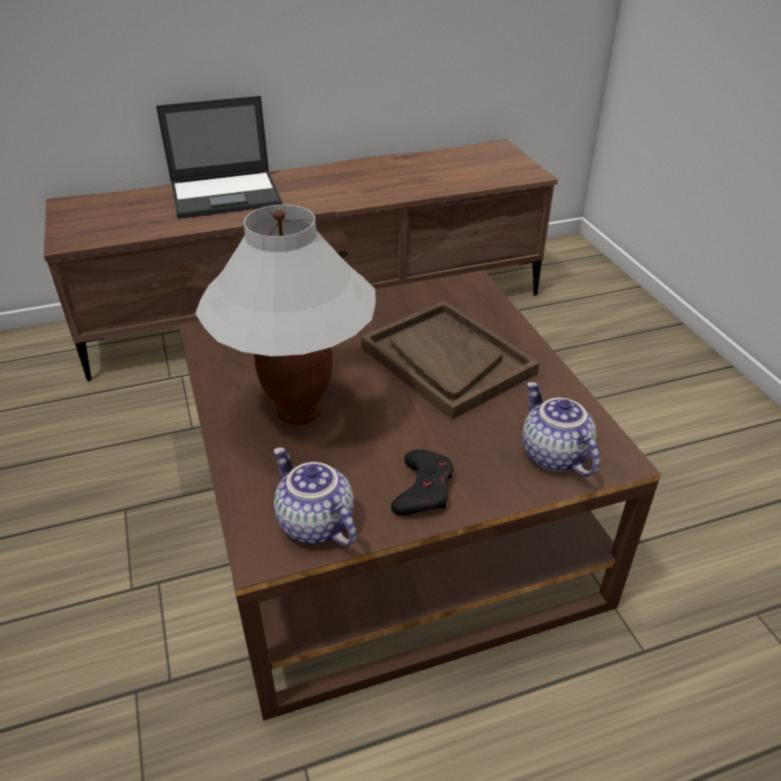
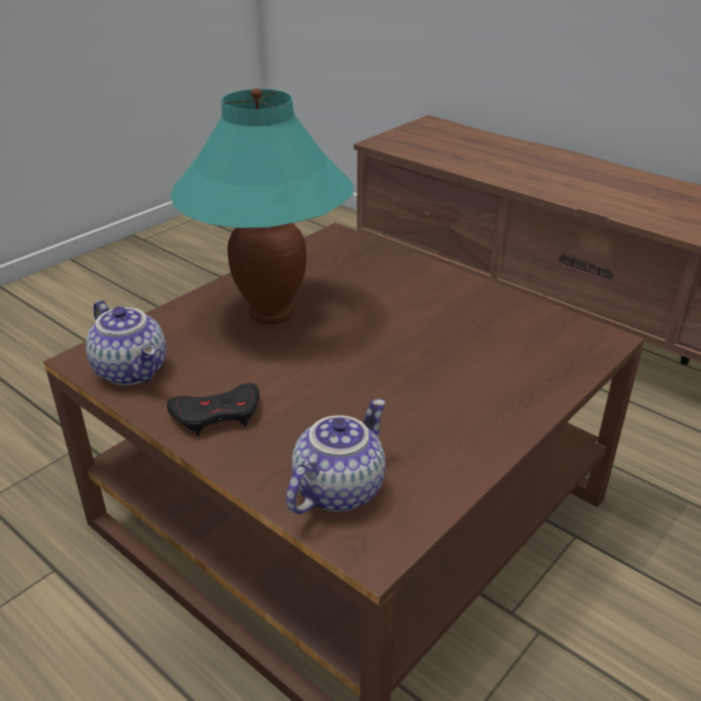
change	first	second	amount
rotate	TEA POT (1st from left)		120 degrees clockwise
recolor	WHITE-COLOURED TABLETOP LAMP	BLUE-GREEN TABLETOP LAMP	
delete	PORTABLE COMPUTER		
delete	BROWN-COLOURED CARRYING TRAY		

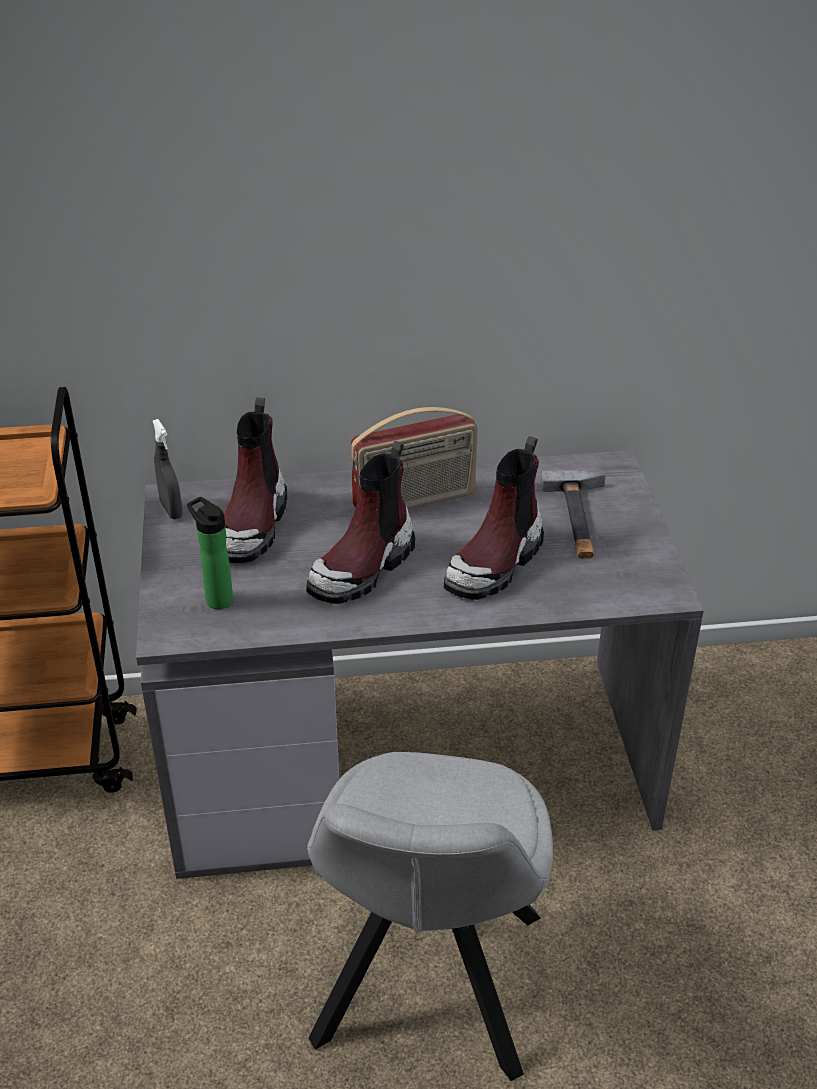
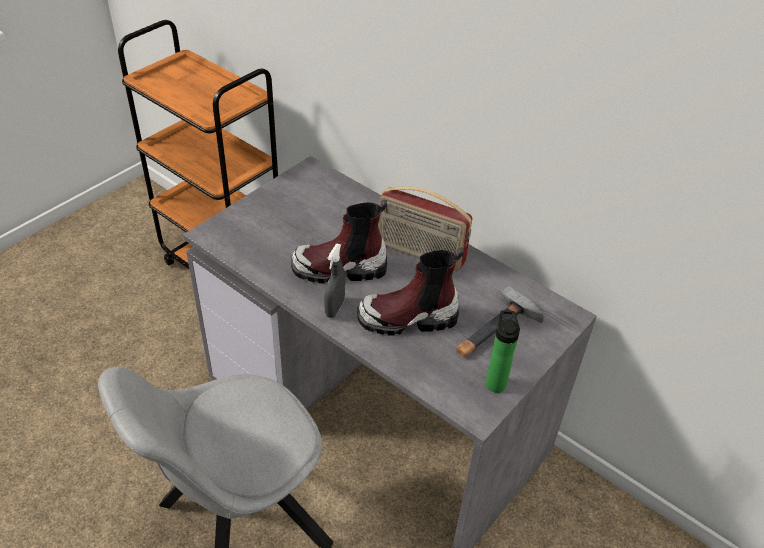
change	first	second	amount
move	GREYISH SPRAYER		
move	DRINK BOTTLE		
delete	TALL BOOT (1st from left)		

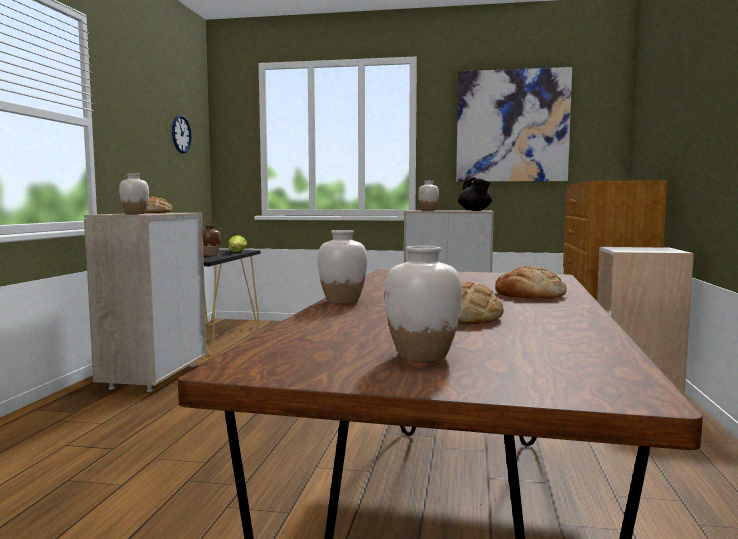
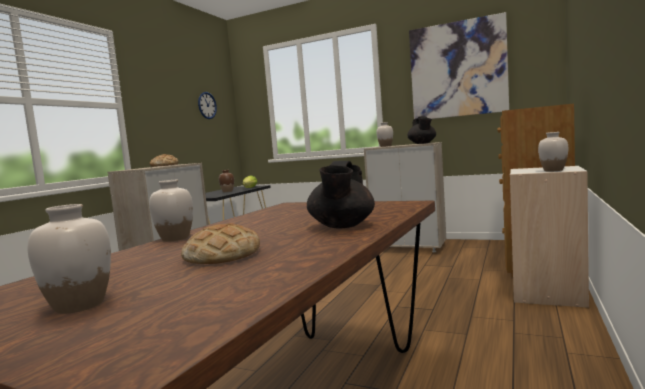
change	first	second	amount
replace	BAKED BREAD (3rd from left)	BLACK TEA POT (1st from left)	
move	WHITE-COLOURED FLOWER VASE (1st from left in the first image)	WHITE-COLOURED FLOWER VASE (4th from left)	

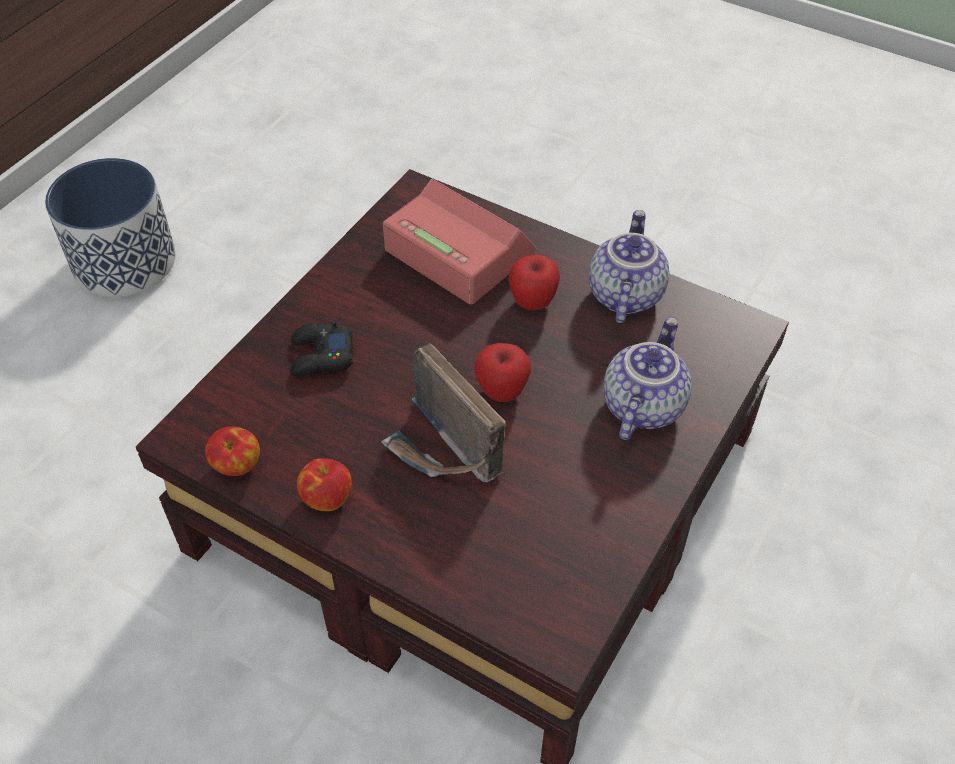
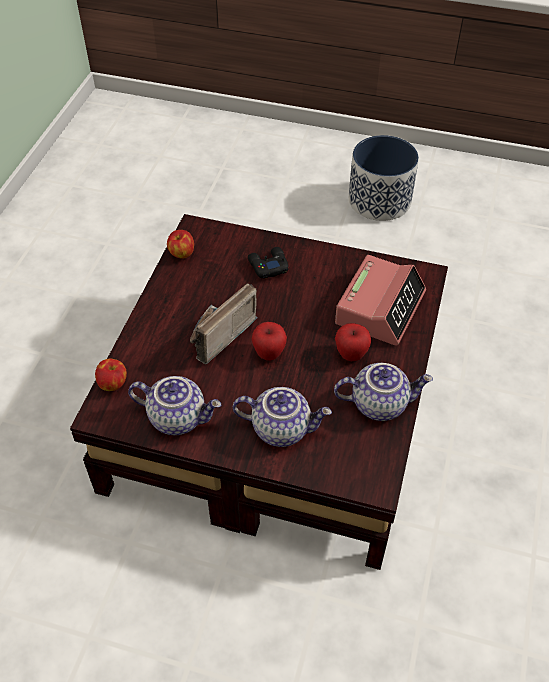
change	first	second	amount
move	APPLE FRUIT (2nd from left in the first image)	APPLE FRUIT (1st from left)	
insert		TEA POT (1st from left)	

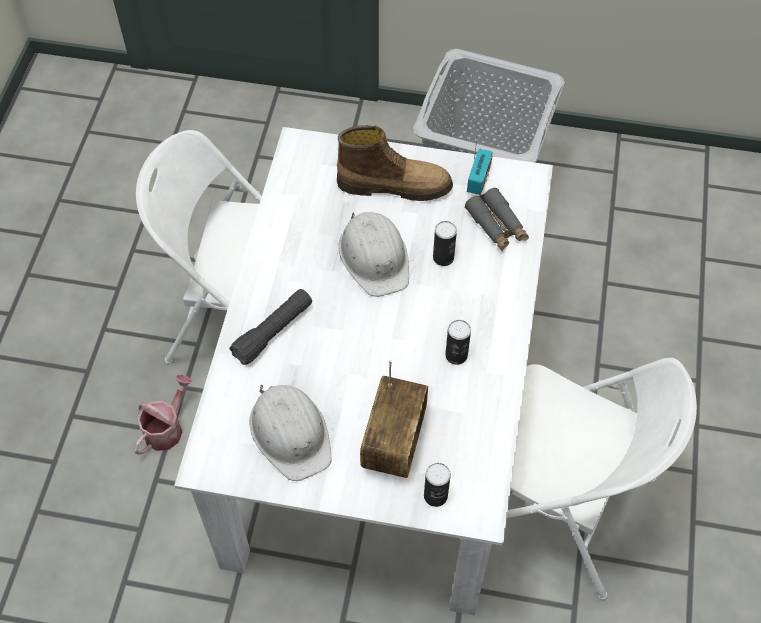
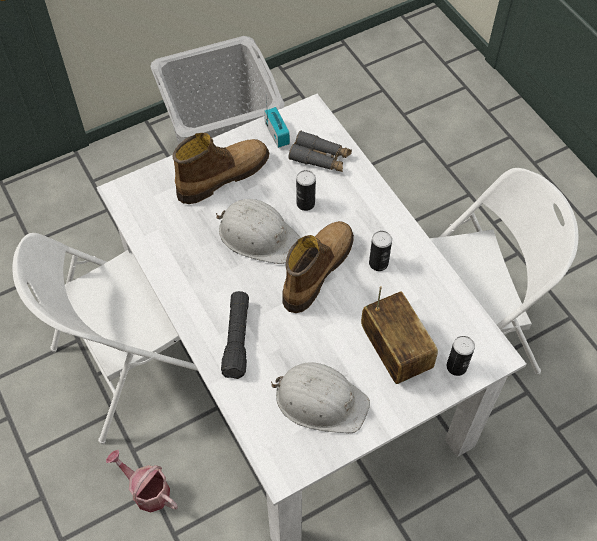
change	first	second	amount
rotate	SPRINKLING CAN		45 degrees counterclockwise
insert		TALL BOOT (2nd from left)	

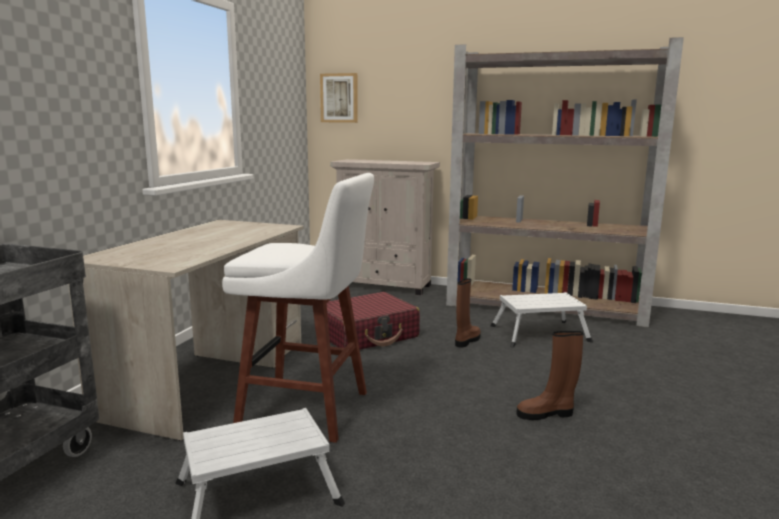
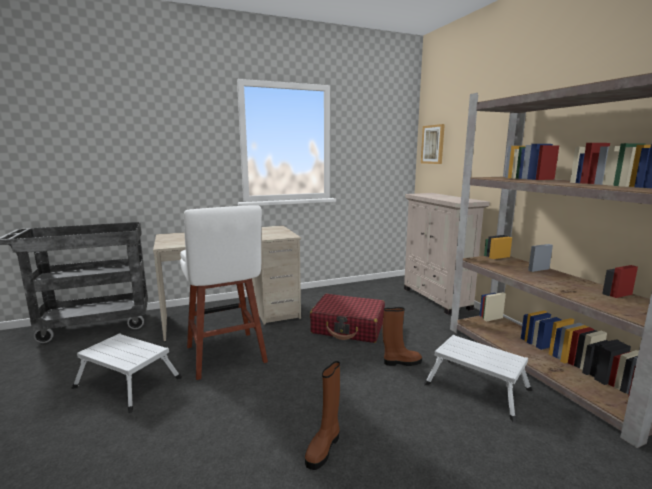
change	first	second	amount
rotate	BROWN-COLOURED TALL BOOT (2nd from left in the first image)	BROWN-COLOURED TALL BOOT (1st from left)	105 degrees counterclockwise

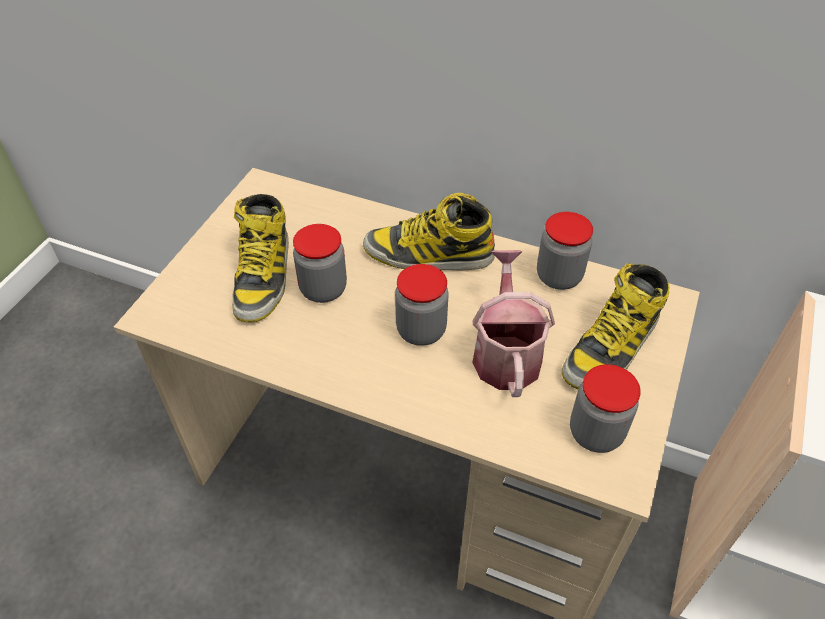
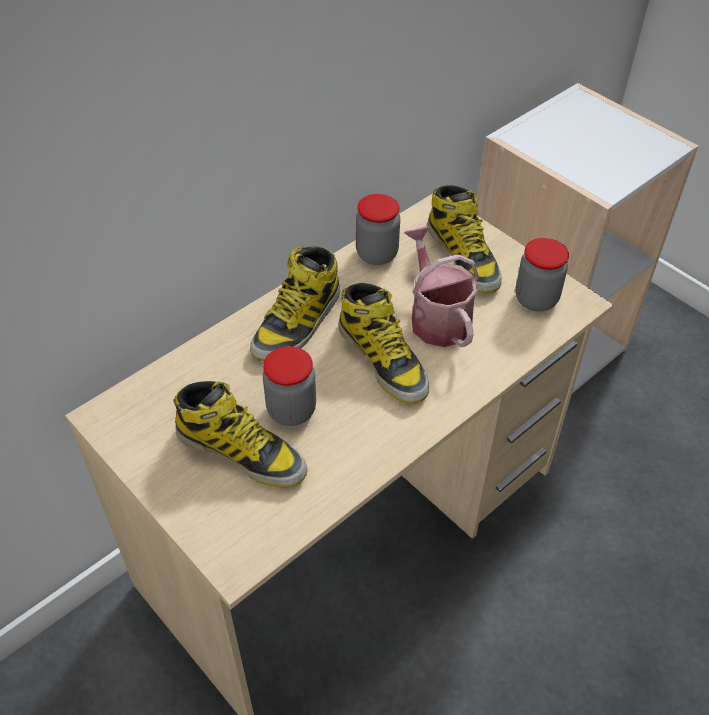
change	first	second	amount
replace	PRESERVE JAR (2nd from left)	TALL BOOT (3rd from left)	
rotate	SPRINKLING CAN		45 degrees clockwise

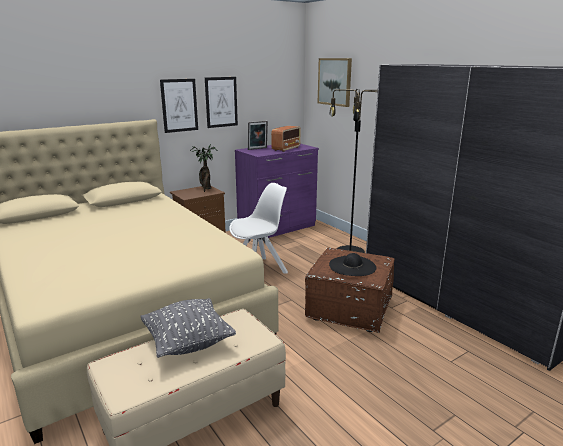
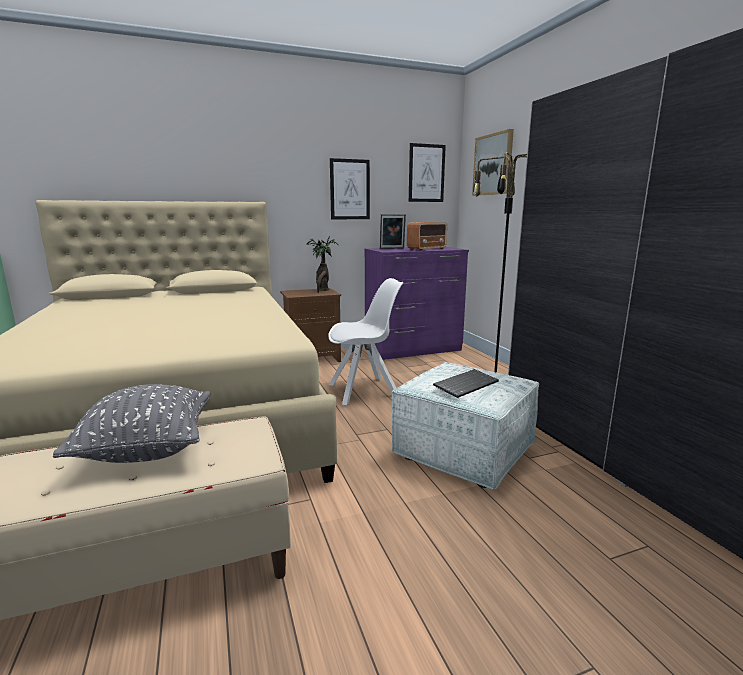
change	first	second	amount
recolor	BROWN-COLOURED FOOTREST	WHITE-COLOURED FOOTREST	
move	WALL ART (1st from left in the first image)	WALL ART (2nd from left)	
replace	BLACK WEARABLE HAT	KEYBOARD	

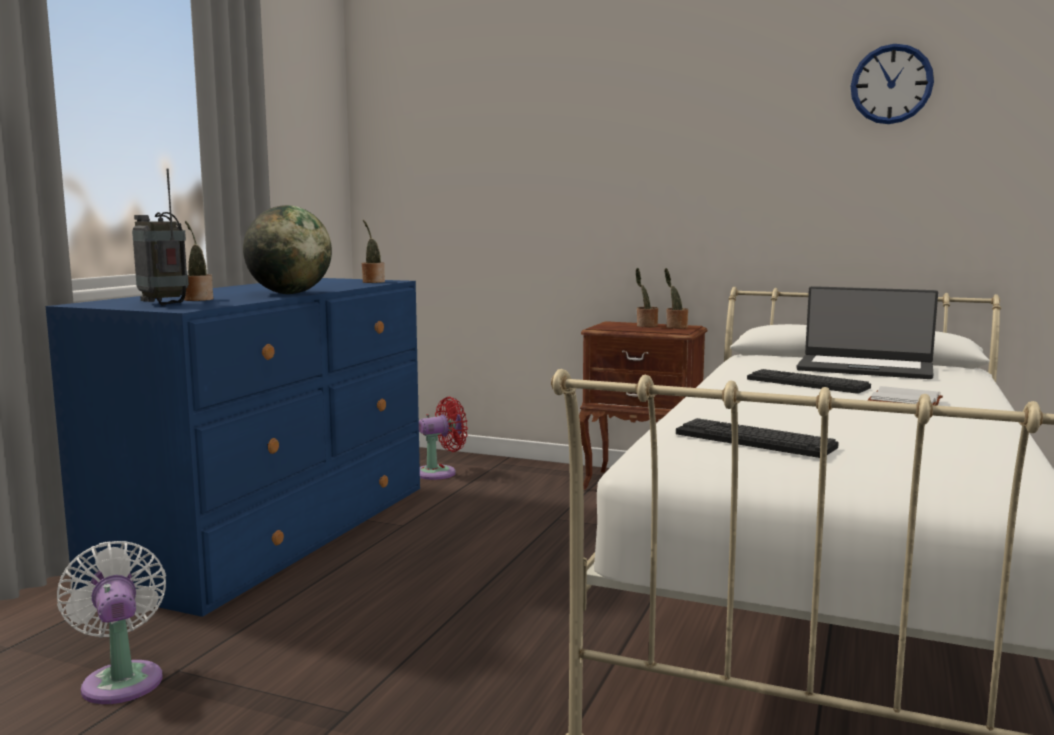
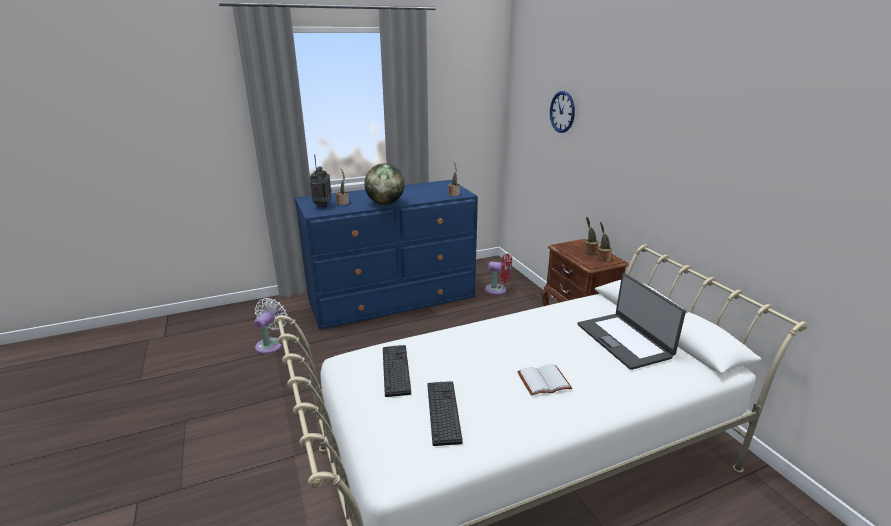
change	first	second	amount
move	KEYBOARD (2nd from left)		
move	HANGING CLOCK		

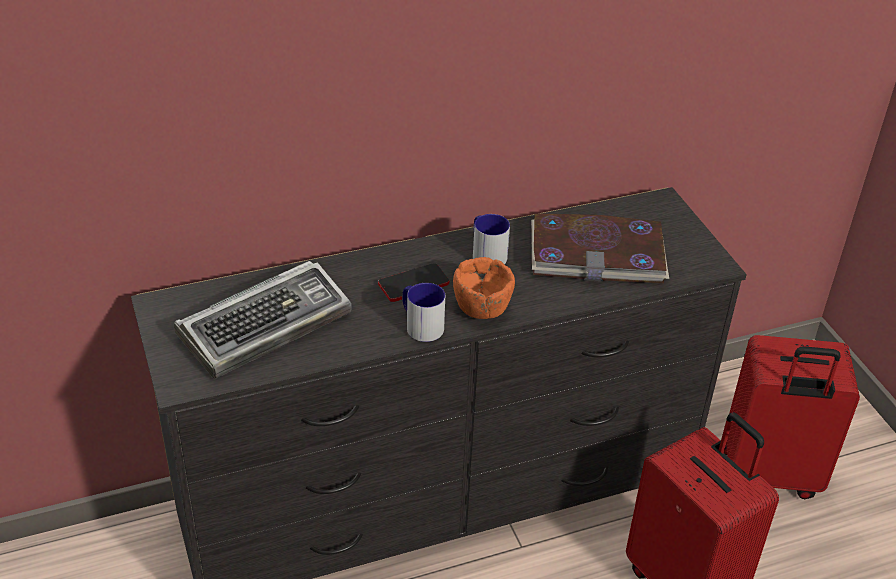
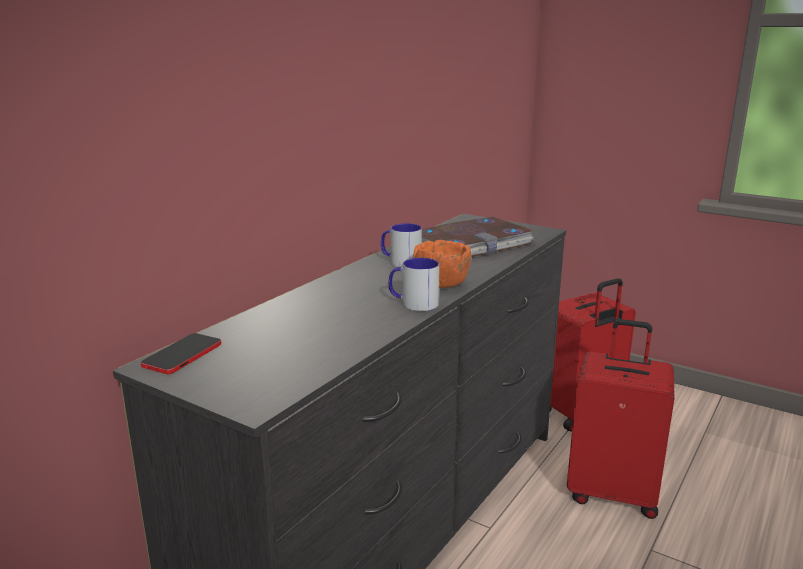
change	first	second	amount
move	HANDSET		
delete	KEYBOARD		

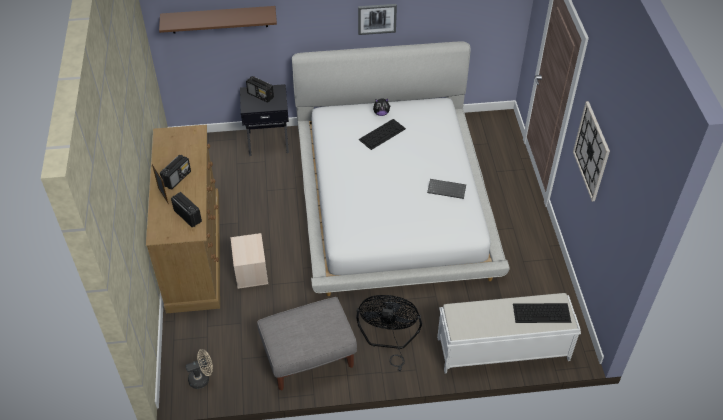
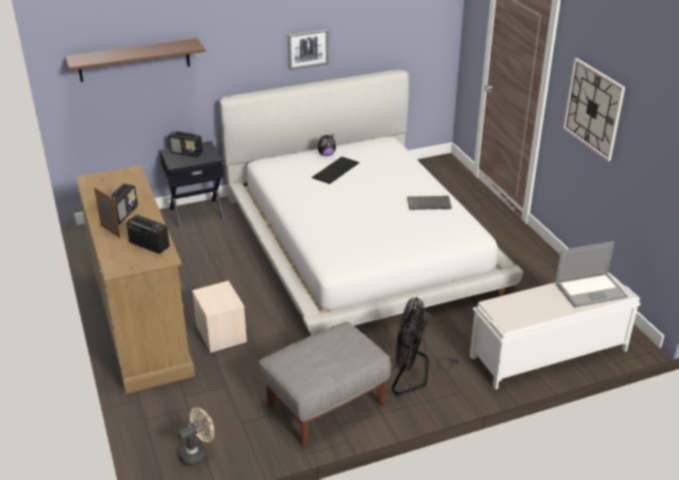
change	first	second	amount
rotate	BLACK FAN		75 degrees counterclockwise
replace	KEYBOARD (3rd from left)	PORTABLE COMPUTER	

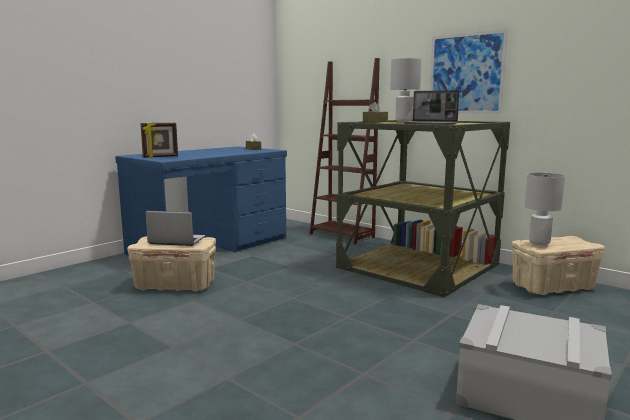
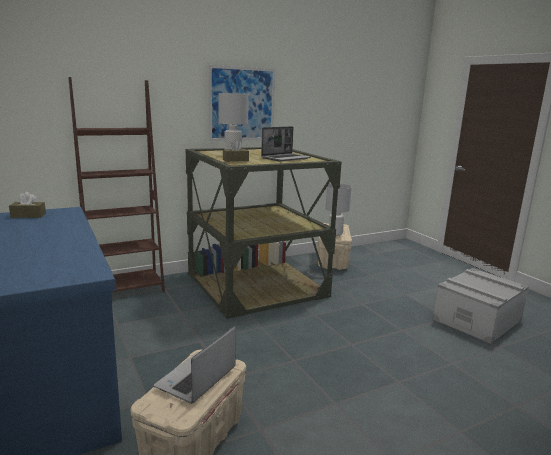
change	first	second	amount
delete	PICTURE FRAME		

